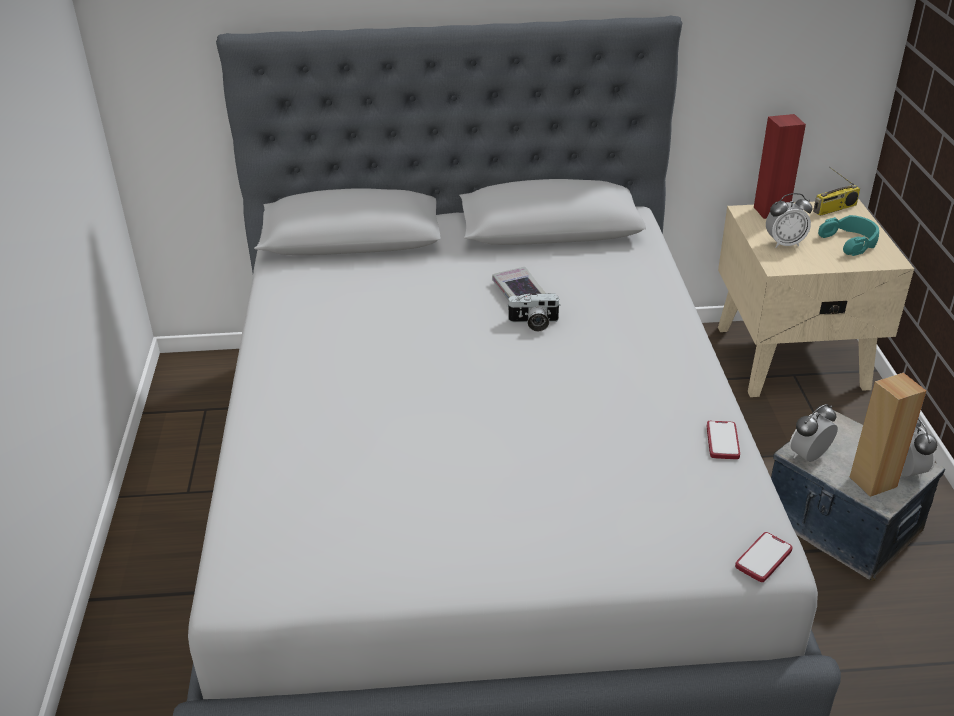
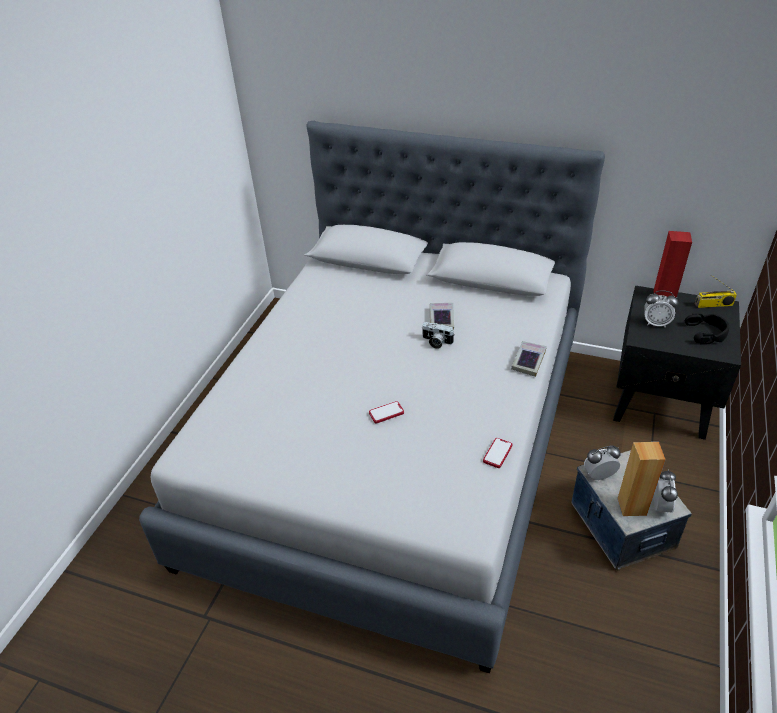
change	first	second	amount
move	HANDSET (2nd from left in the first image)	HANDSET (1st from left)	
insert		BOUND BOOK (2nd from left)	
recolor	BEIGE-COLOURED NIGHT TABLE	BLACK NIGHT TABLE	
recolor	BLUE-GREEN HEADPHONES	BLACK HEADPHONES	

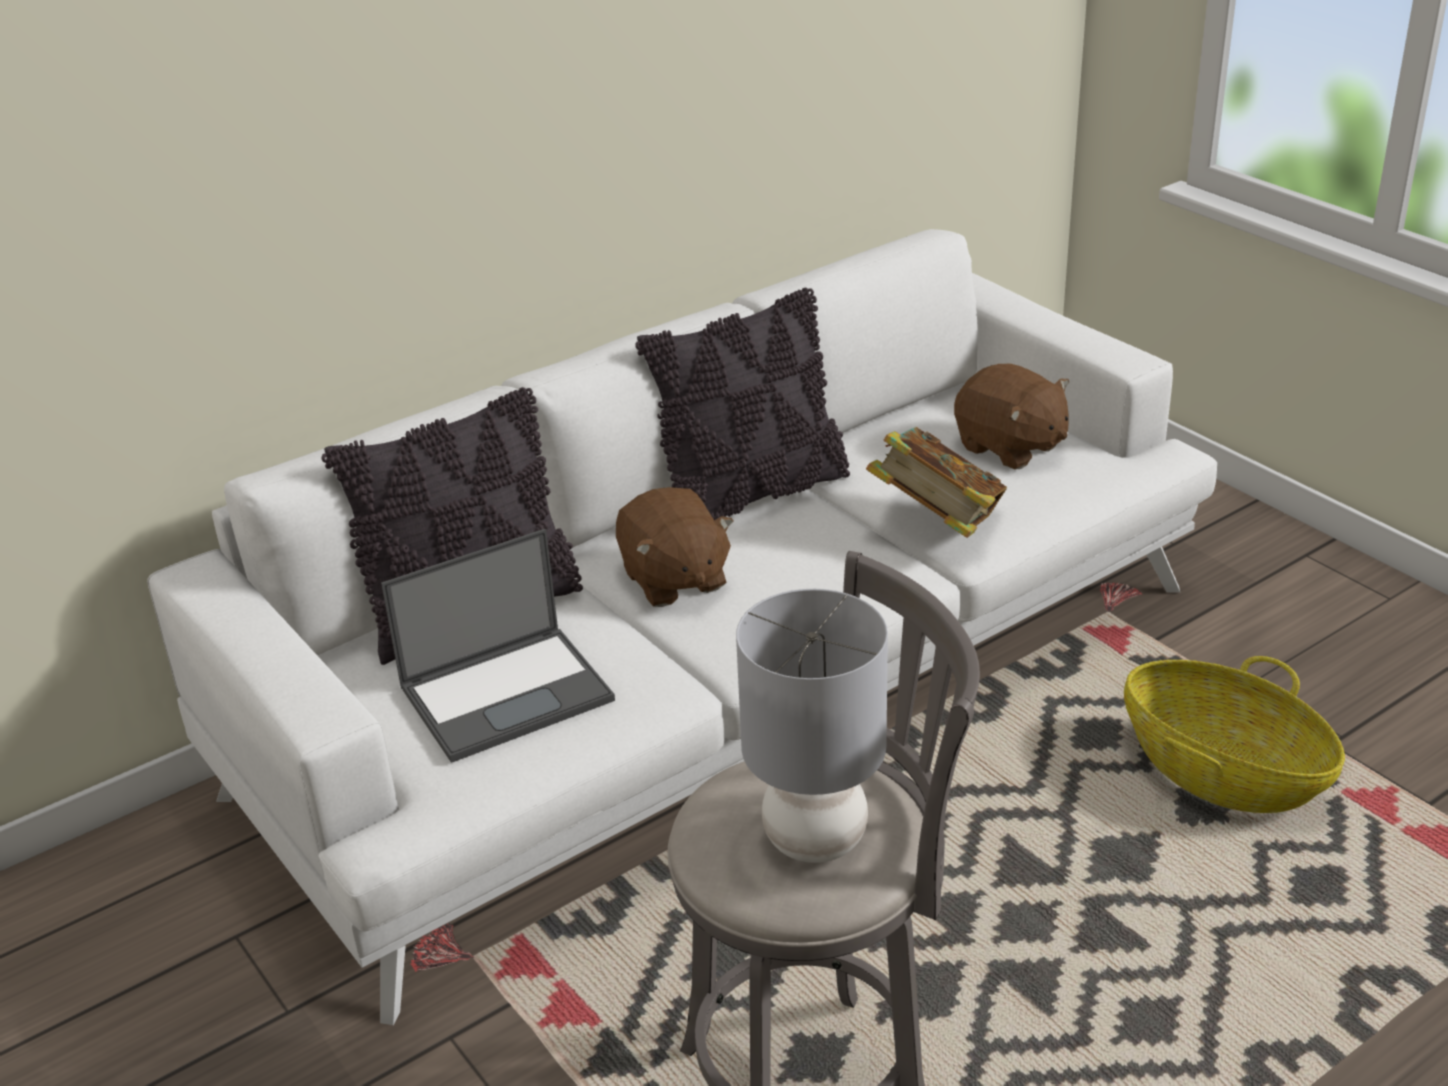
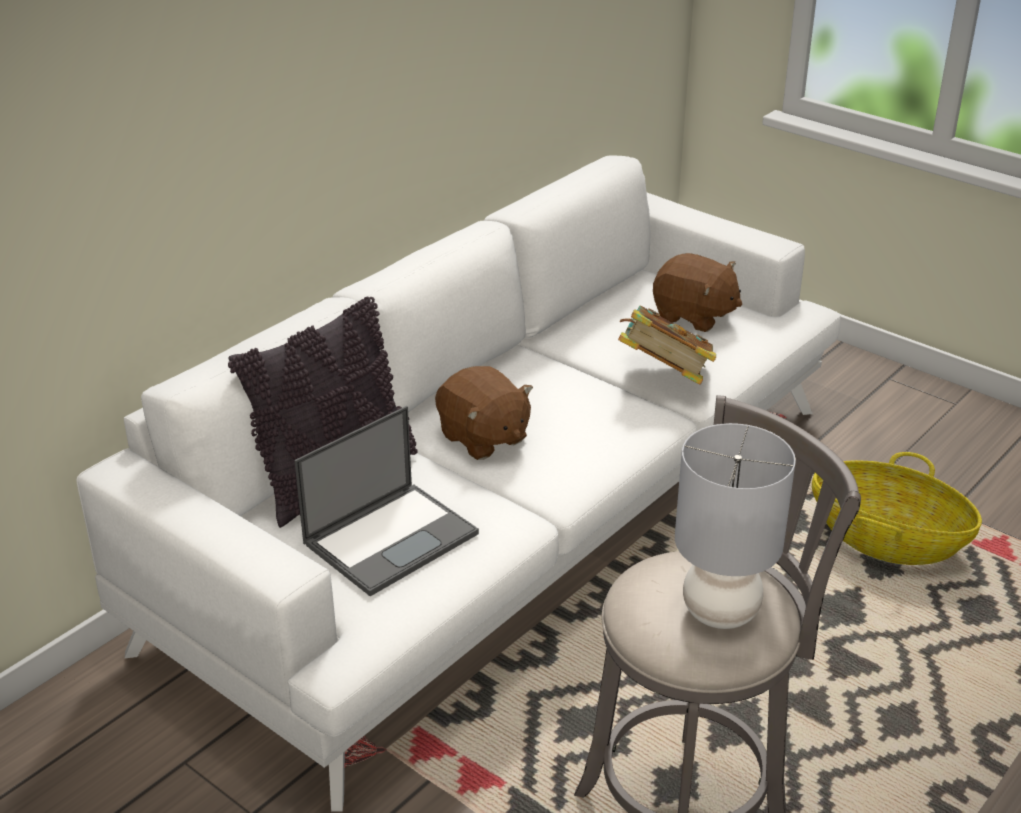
change	first	second	amount
delete	BLACK THROW PILLOW (2nd from left)		

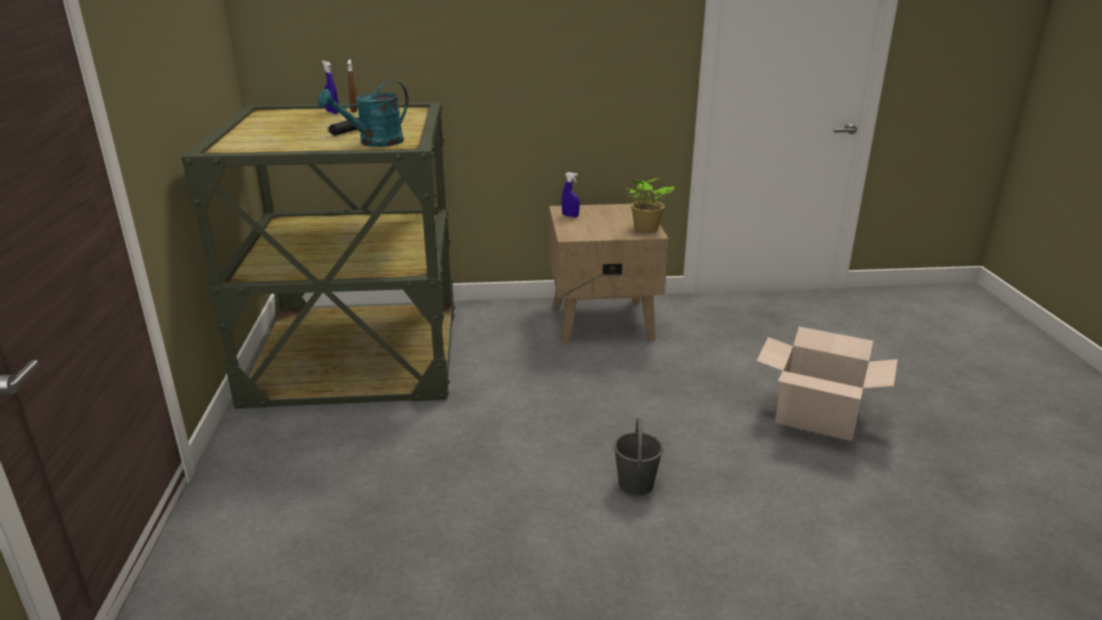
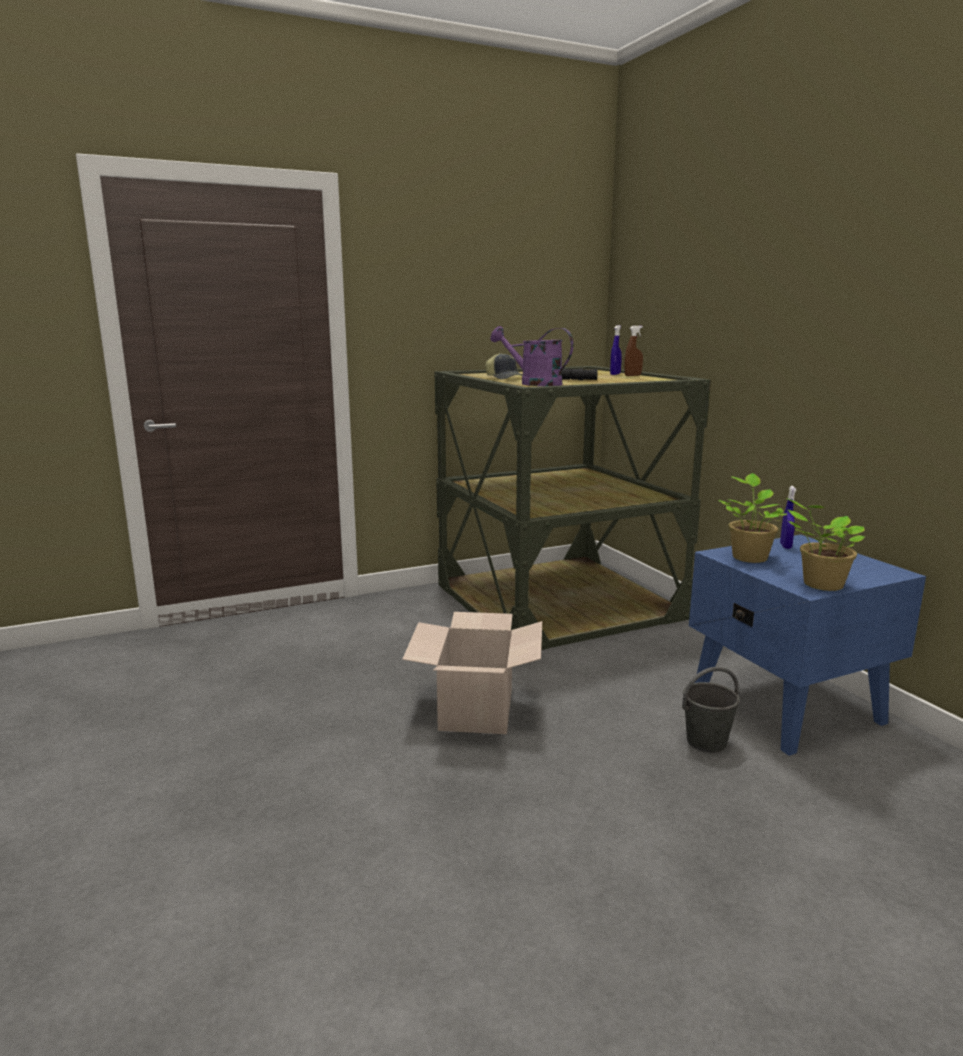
change	first	second	amount
move	PACKING BOX		
insert		PEAKED CAP	
recolor	BLUE-GREEN SPRINKLING CAN	PURPLE-COLOURED SPRINKLING CAN	
move	GREYISH BUCKET		
recolor	BEIGE-COLOURED NIGHT TABLE	BLUISH NIGHT TABLE	
insert		PLANT IN A POT (1st from left)	

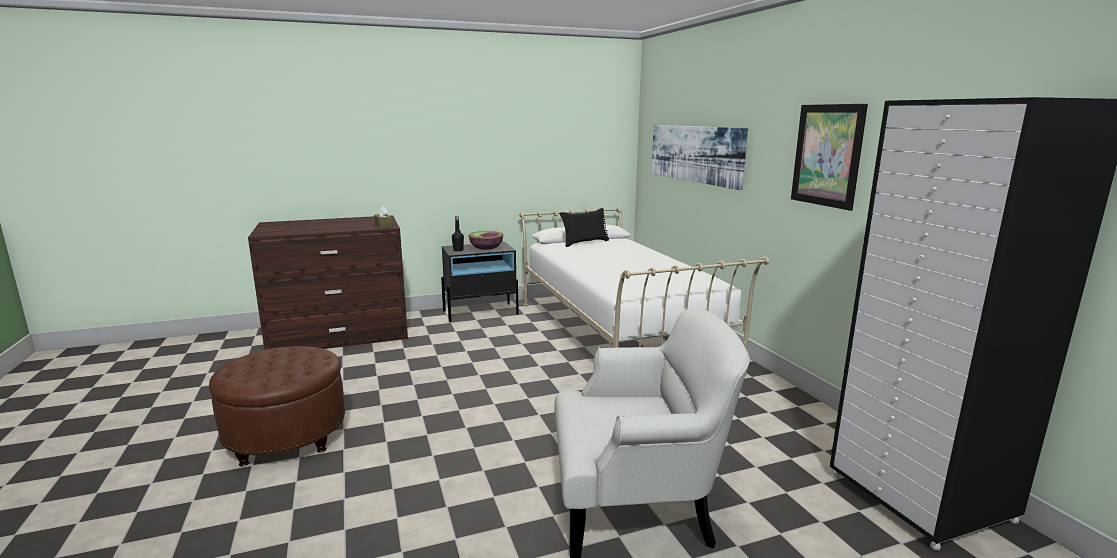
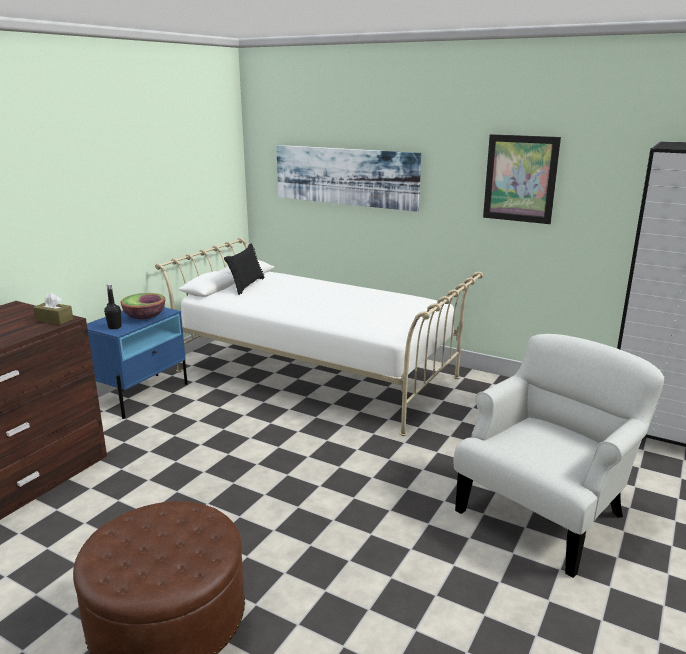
change	first	second	amount
recolor	BLACK NIGHT TABLE	BLUISH NIGHT TABLE	

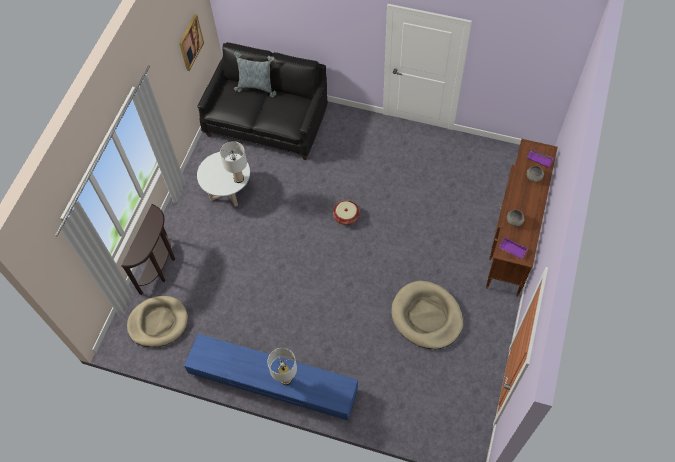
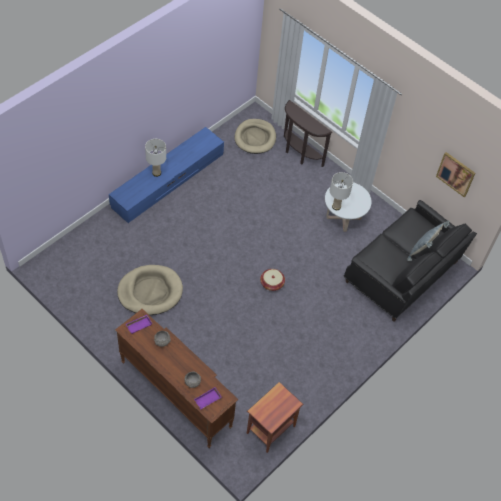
change	first	second	amount
insert		NIGHT TABLE	

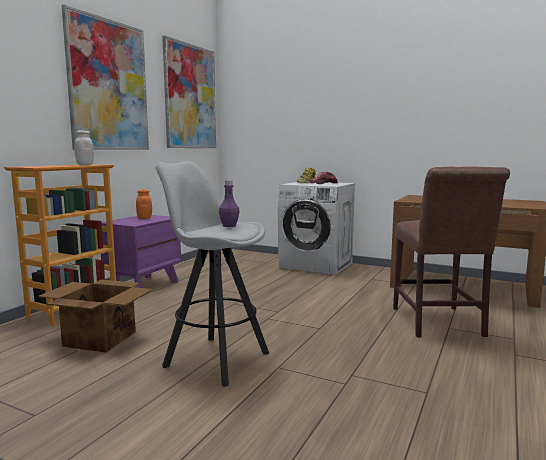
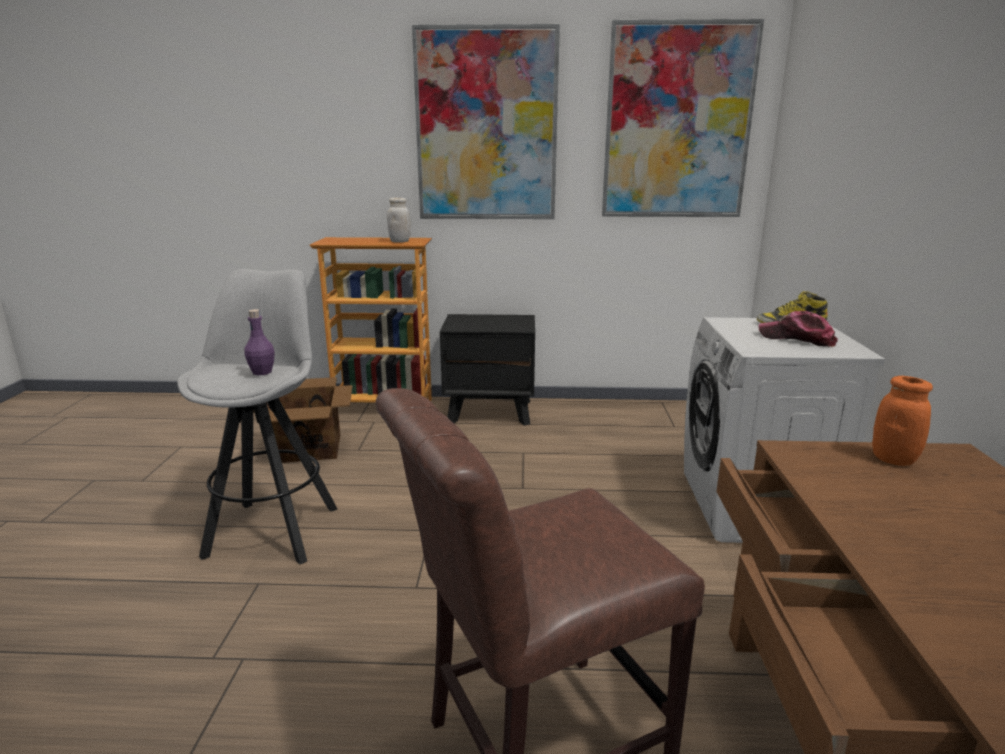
change	first	second	amount
recolor	PURPLE-COLOURED NIGHT TABLE	BLACK NIGHT TABLE	
move	ORANGE-COLOURED PRESERVE JAR		

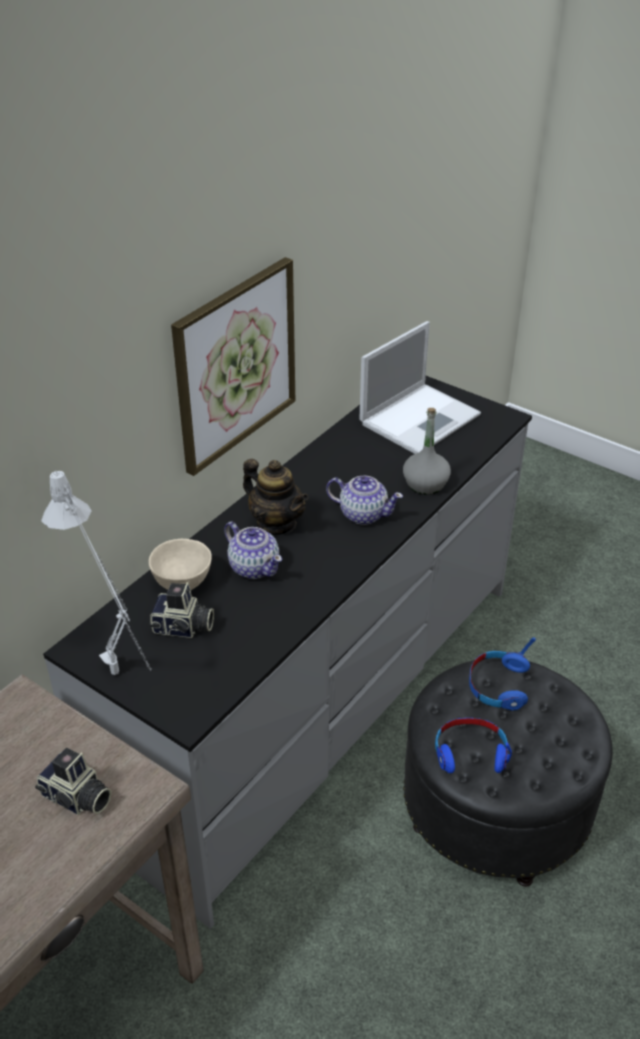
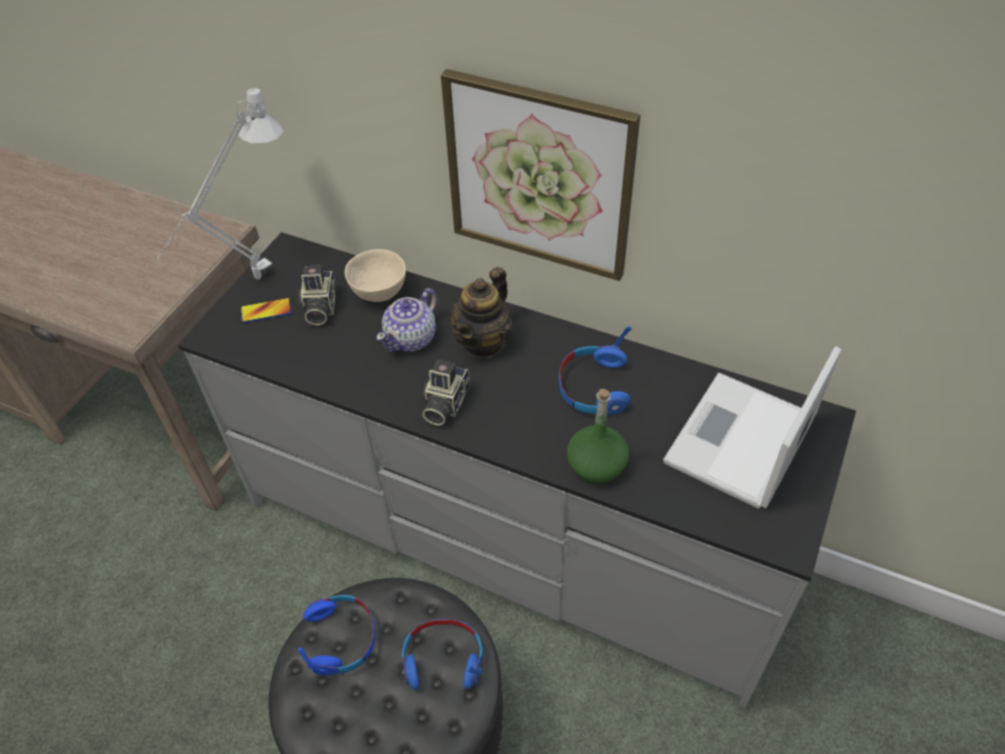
change	first	second	amount
insert		HANDSET	
move	STILL CAMERA (1st from left in the first image)	STILL CAMERA (2nd from left)	
insert		BLUISH HEADPHONES (3rd from left)	
recolor	GREYISH DRINK BOTTLE	GREENISH DRINK BOTTLE	
rotate	PORTABLE COMPUTER		90 degrees clockwise
delete	TEA POT (3rd from left)		

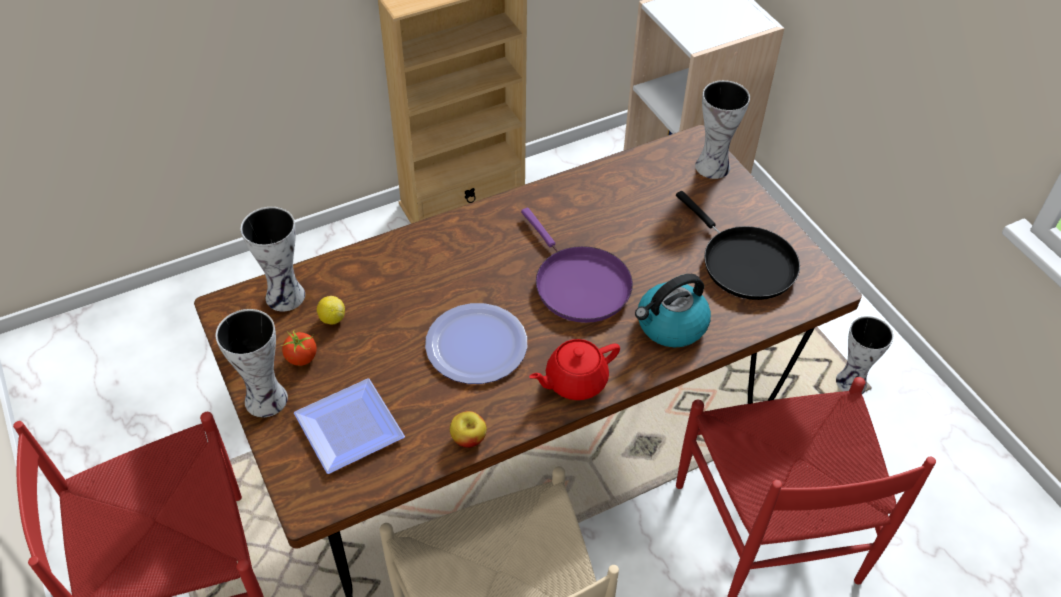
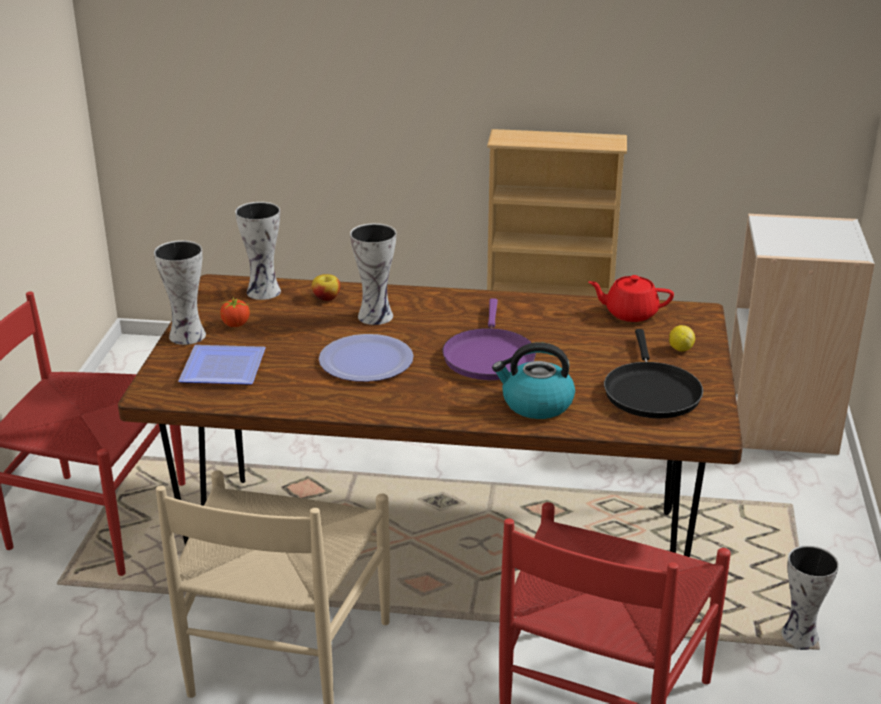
change	first	second	amount
move	APPLE FRUIT		
move	FLOWER VASE (3rd from left)		
move	REDDISH TEA POT		
move	CITRUS FRUIT		

